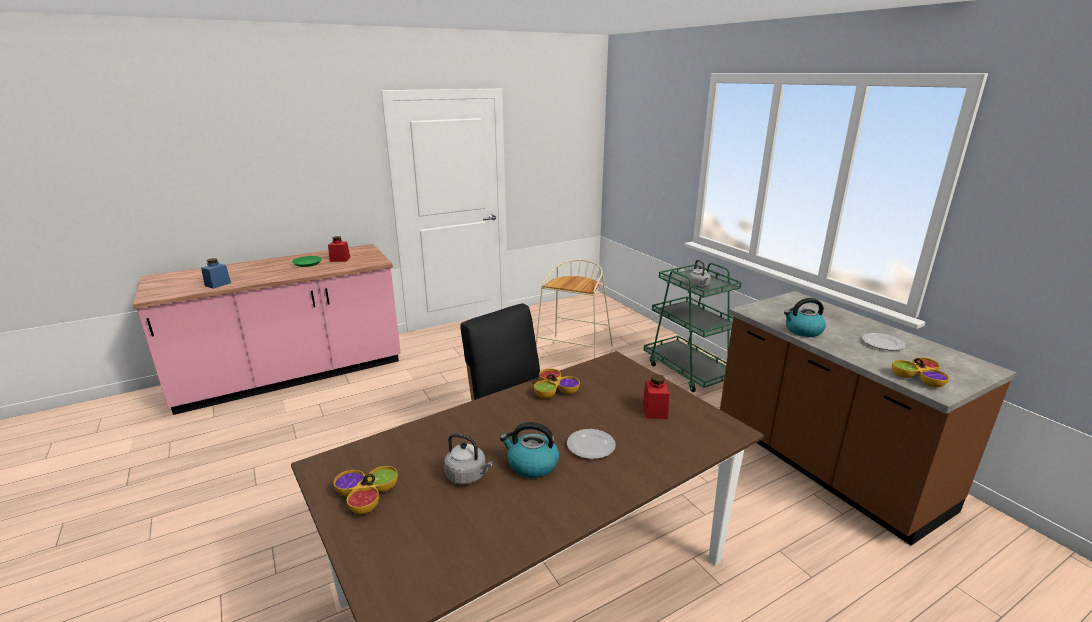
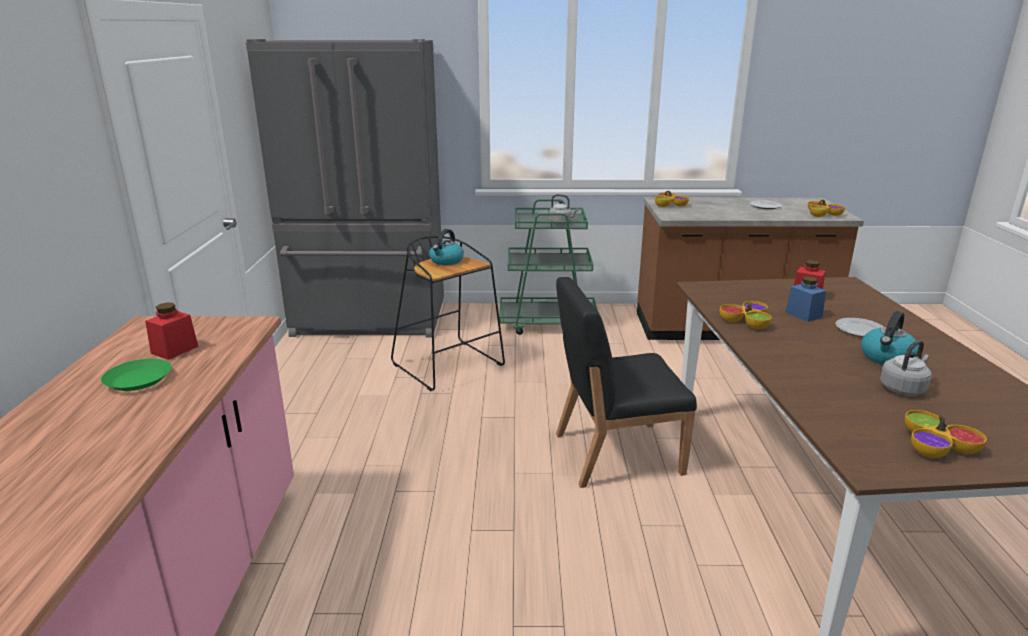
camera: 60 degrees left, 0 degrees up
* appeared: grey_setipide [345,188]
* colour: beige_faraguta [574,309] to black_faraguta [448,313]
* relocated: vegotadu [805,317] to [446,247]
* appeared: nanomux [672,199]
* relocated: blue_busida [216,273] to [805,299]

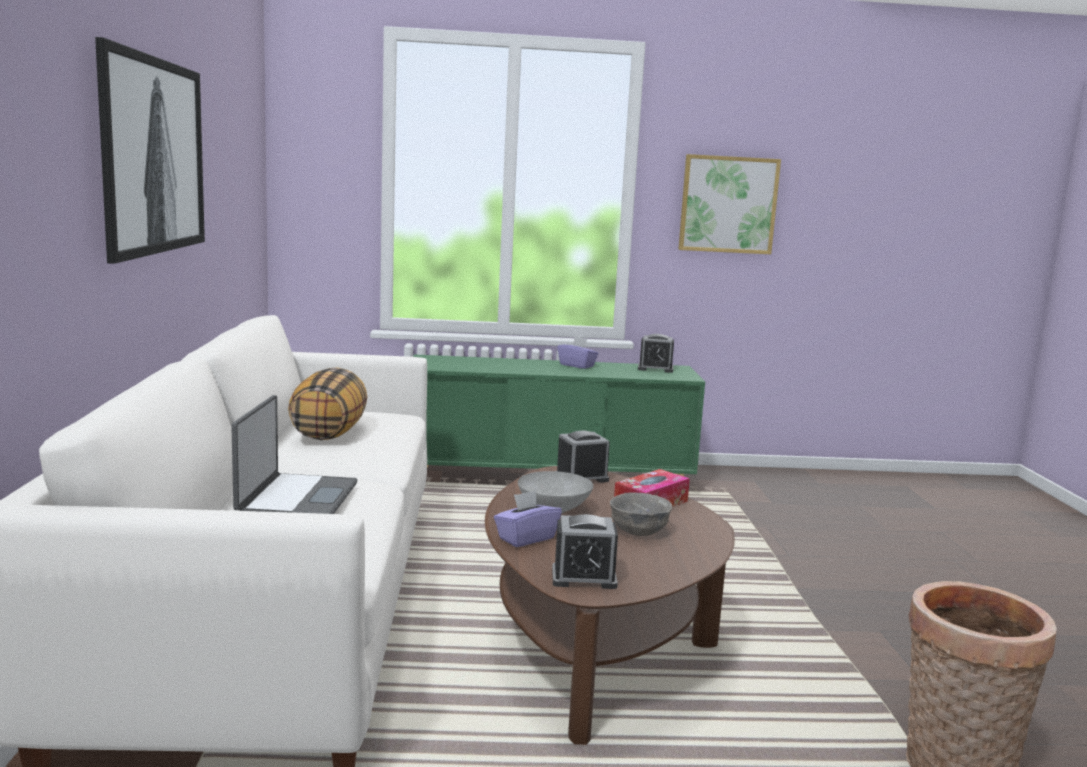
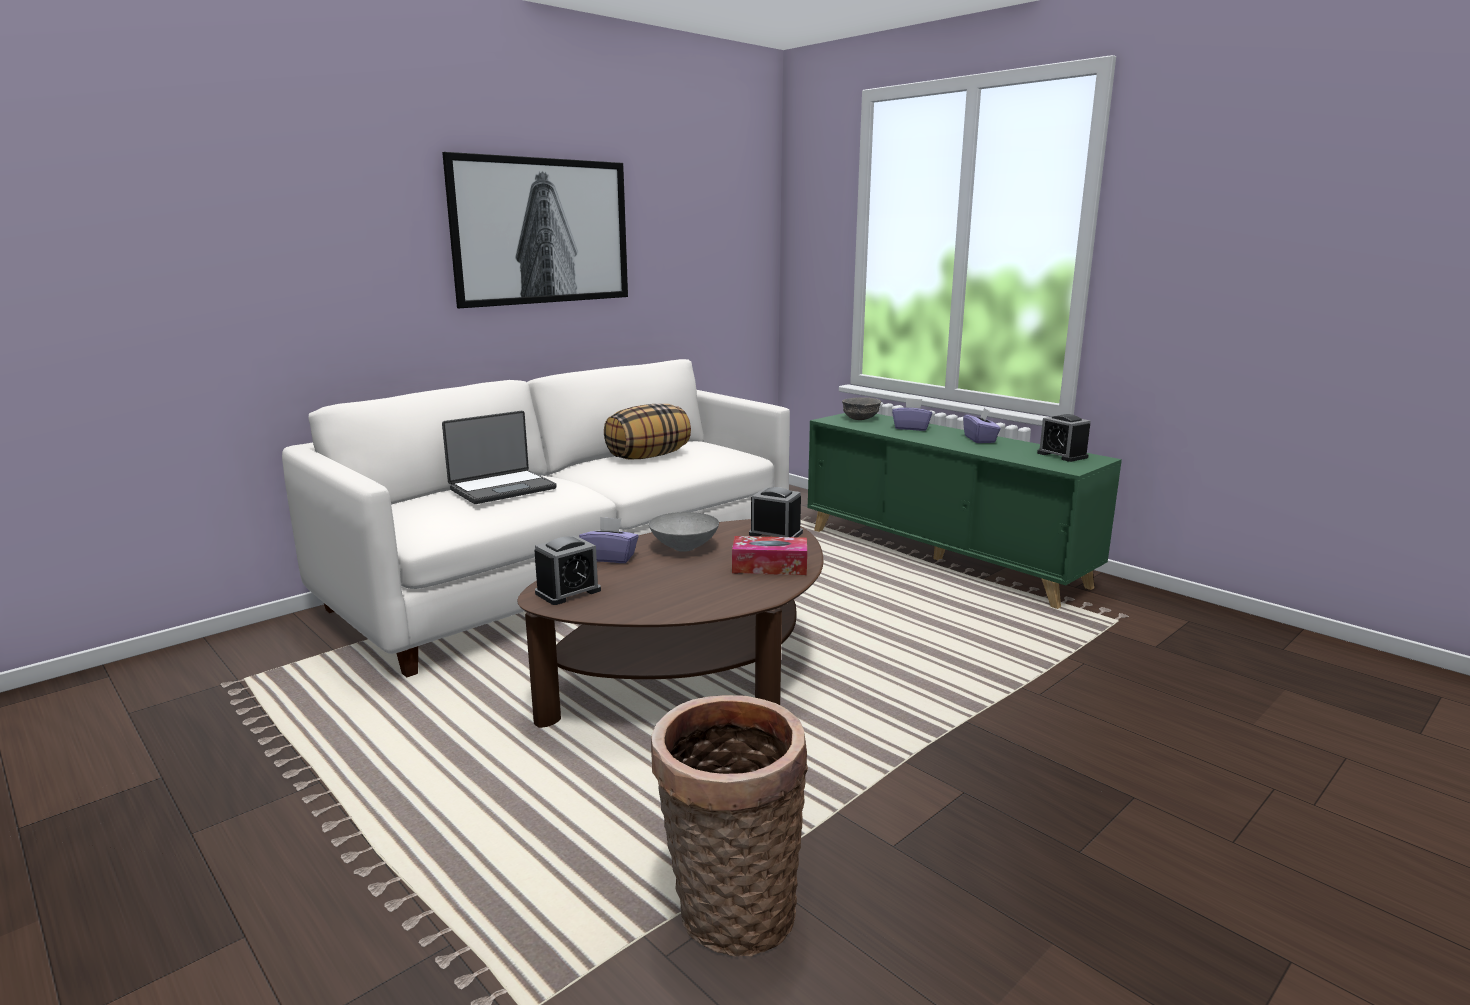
camera: 50 degrees right, 5 degrees up
* spun: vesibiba [585,551] = [567,570] 90 degrees counterclockwise
* relocated: grey_nanomux [641,514] to [861,408]
* appeared: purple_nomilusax [912,414]
* missing: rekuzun [729,204]

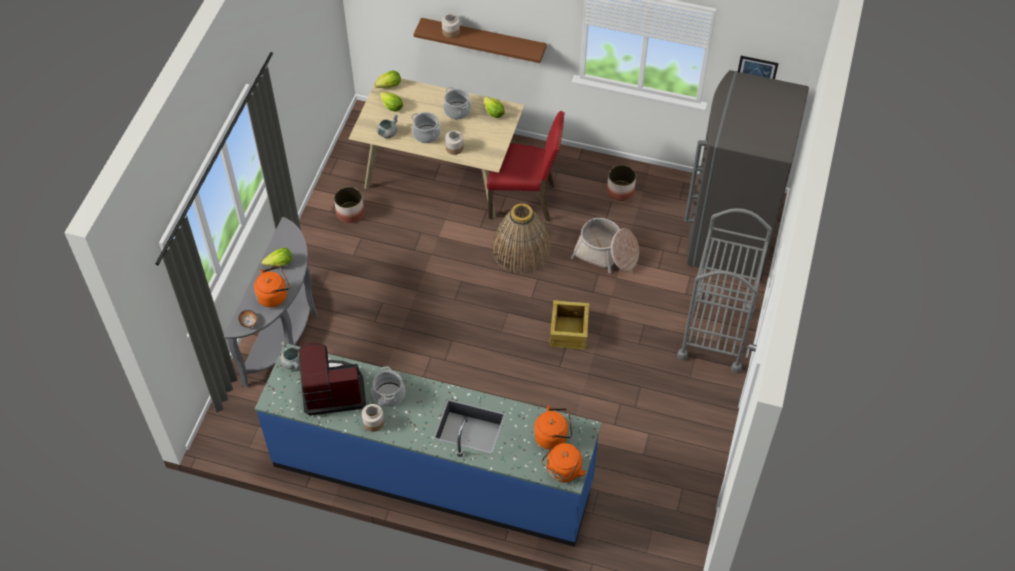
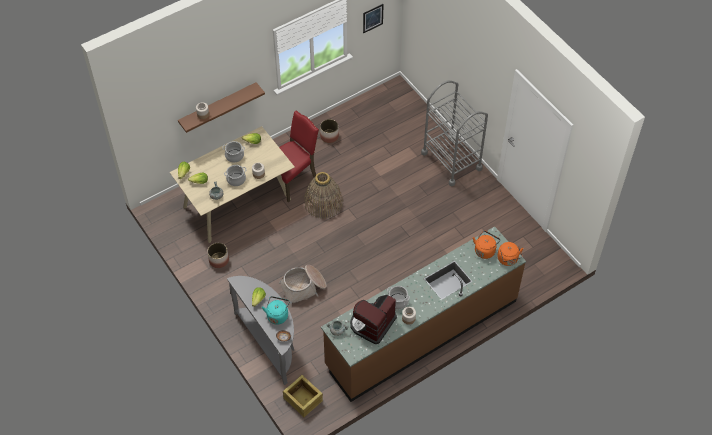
camera: 50 degrees left, 0 degrees up
* colour: orange_vegotadu [272,286] to turquoise_vegotadu [276,310]
* relocated: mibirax [604,246] to [303,286]
* relocated: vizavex [570,325] to [303,396]
* colour: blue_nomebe [428,445] to brown_nomebe [423,314]
* missing: grey_setipide [746,176]

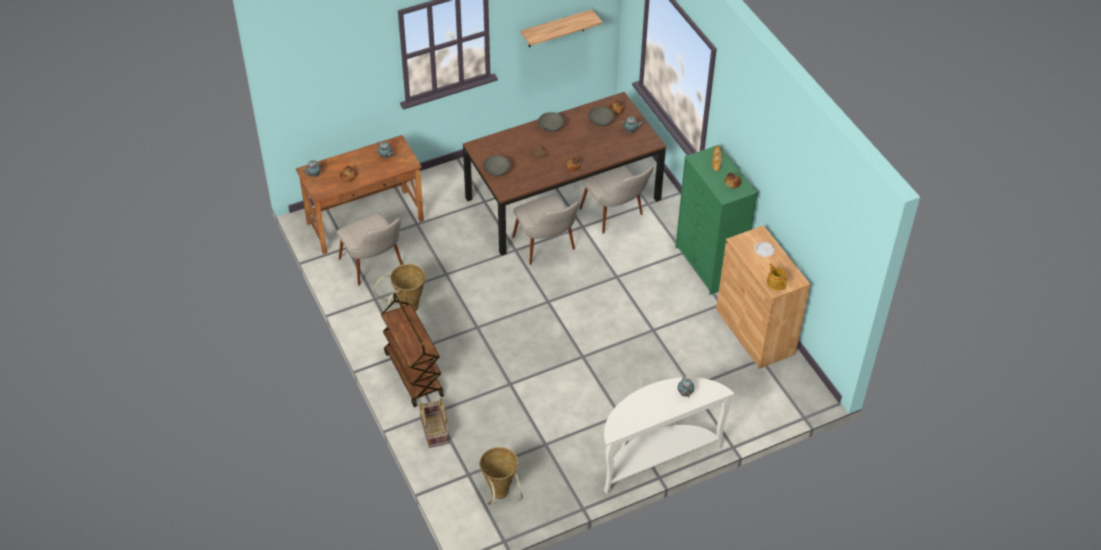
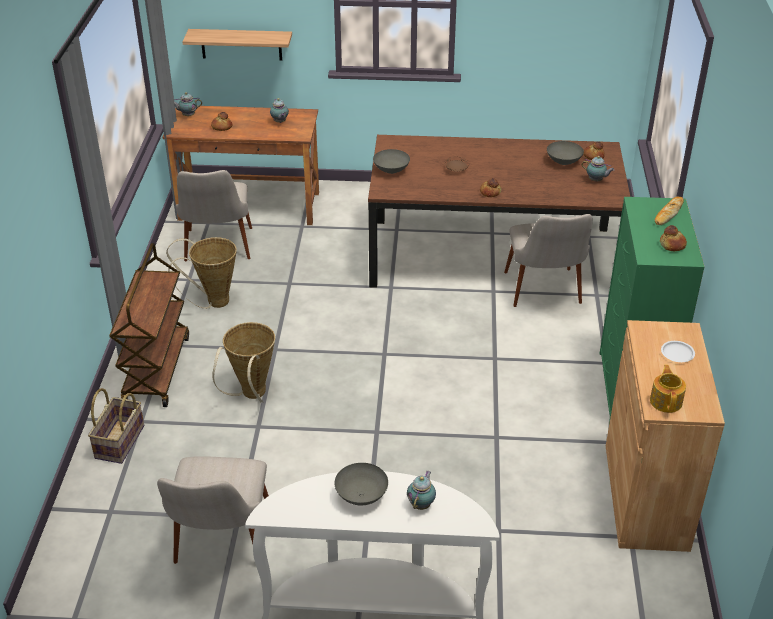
camera: 30 degrees right, 10 degrees down
* relocated: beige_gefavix [546,229] to [213,510]
* relocated: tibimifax [562,28] to [237,45]
* relocated: mibirax [501,476] to [243,362]
* relocated: grey_nanomux [551,122] to [361,484]

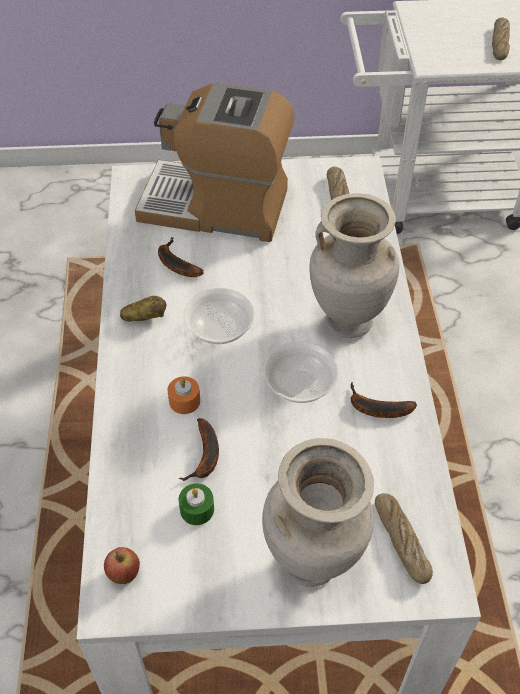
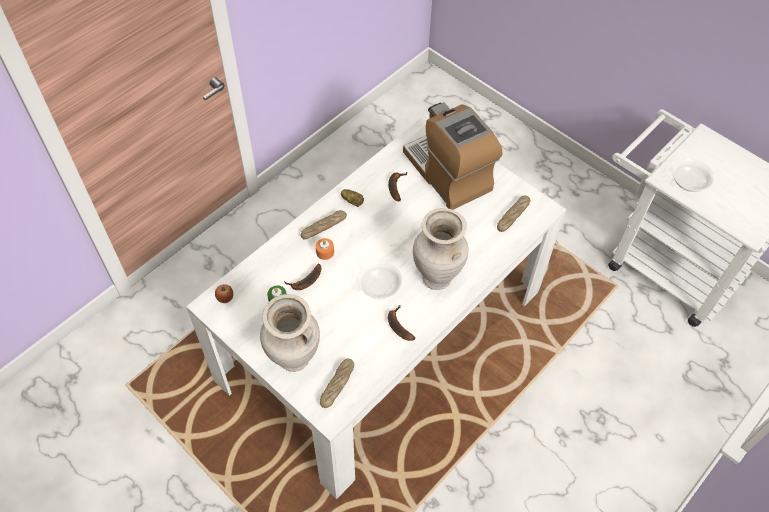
camera: 45 degrees right, 5 degrees up
* relocated: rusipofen [501,38] to [324,224]
* relocated: nanomux [219,316] to [693,175]

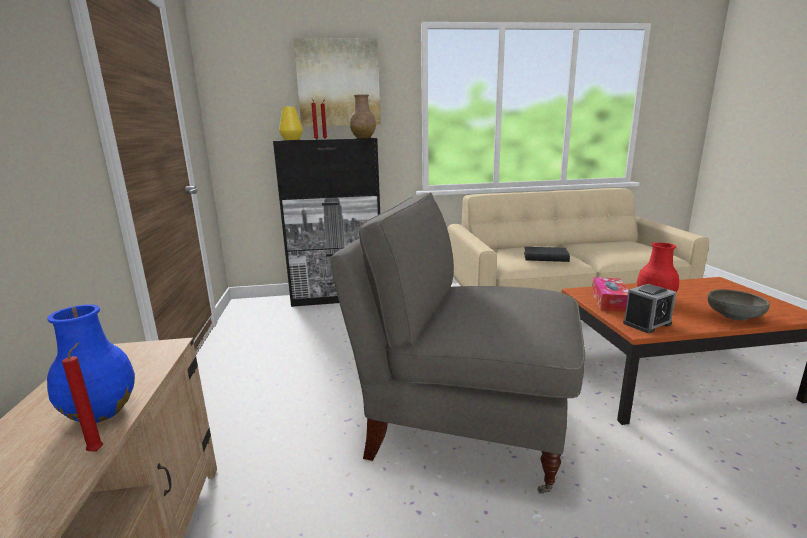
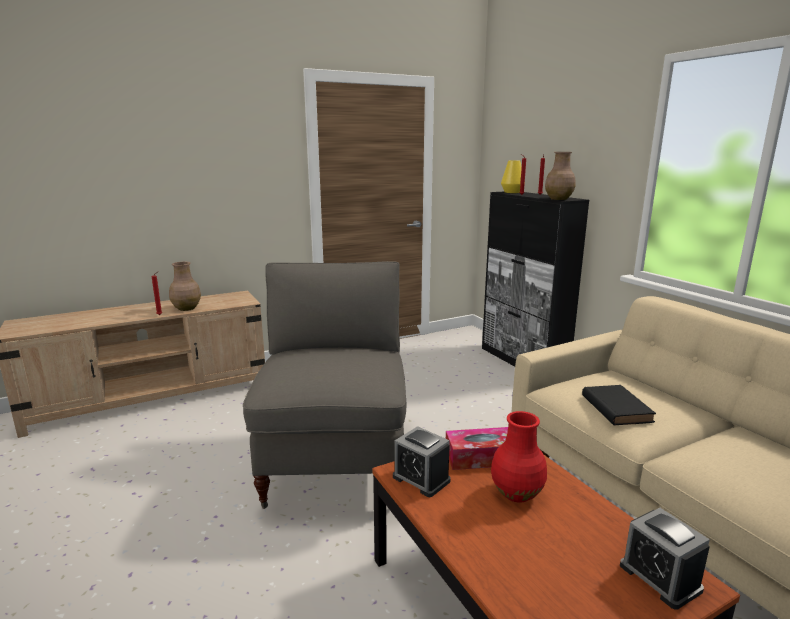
camera: 70 degrees right, 0 degrees up
* colour: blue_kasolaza [91,363] to brown_kasolaza [185,286]
* appeared: vesibiba [665,559]
* missing: rekuzun [337,82]
* missing: grey_nanomux [739,305]

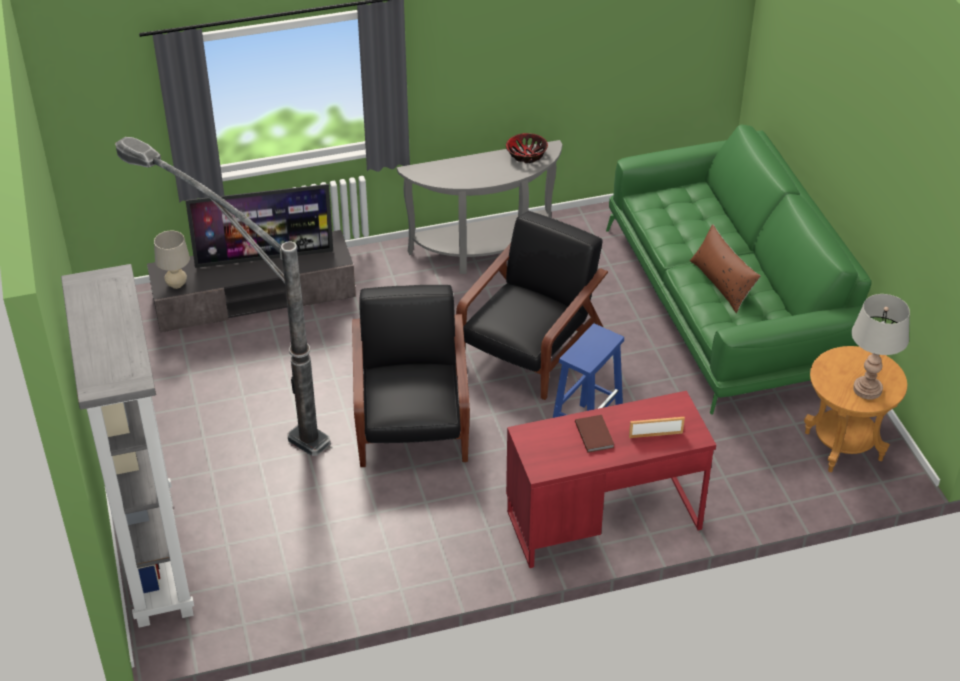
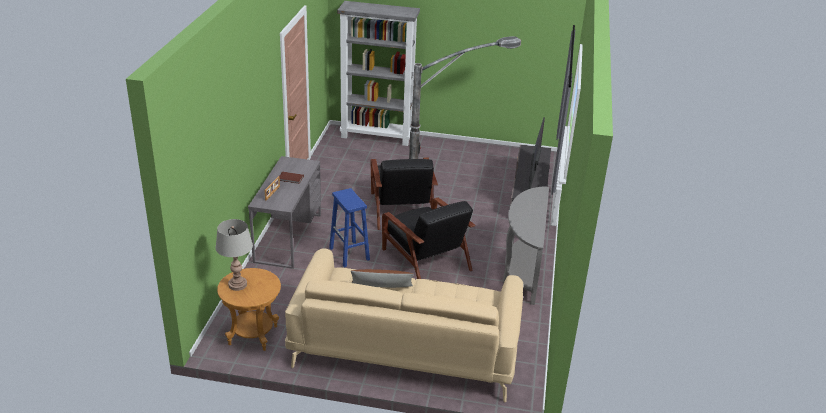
camera: 115 degrees right, 10 degrees down
* colour: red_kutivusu [611,479] to grey_kutivusu [284,212]
* colour: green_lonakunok [739,270] to beige_lonakunok [404,325]
* spun: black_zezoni [411,376] = [404,193] 60 degrees clockwise
* missing: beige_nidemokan [172,260]
* missing: nanomux [527,148]

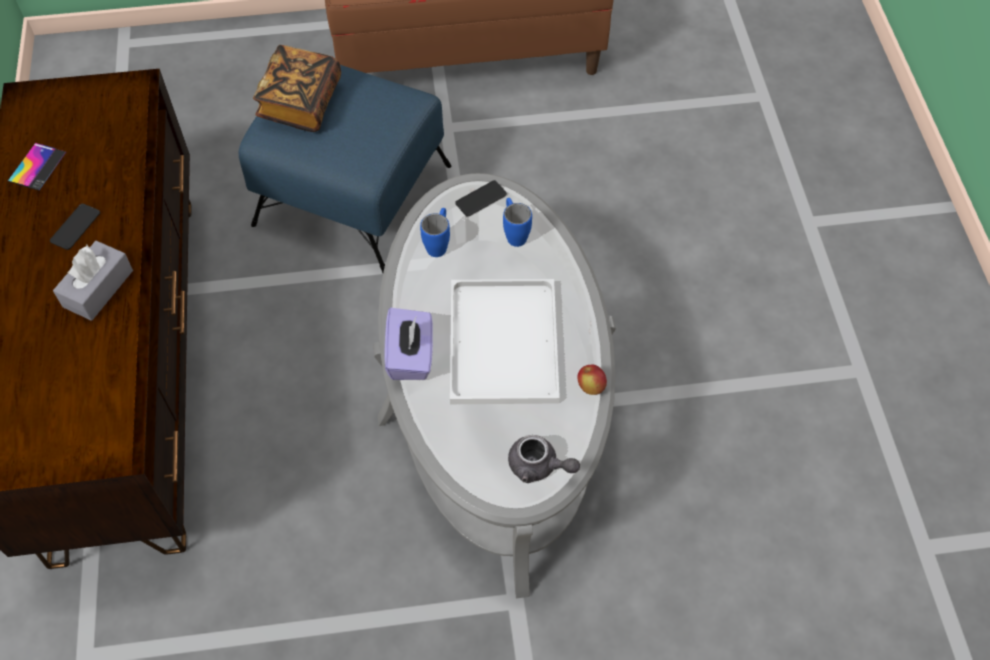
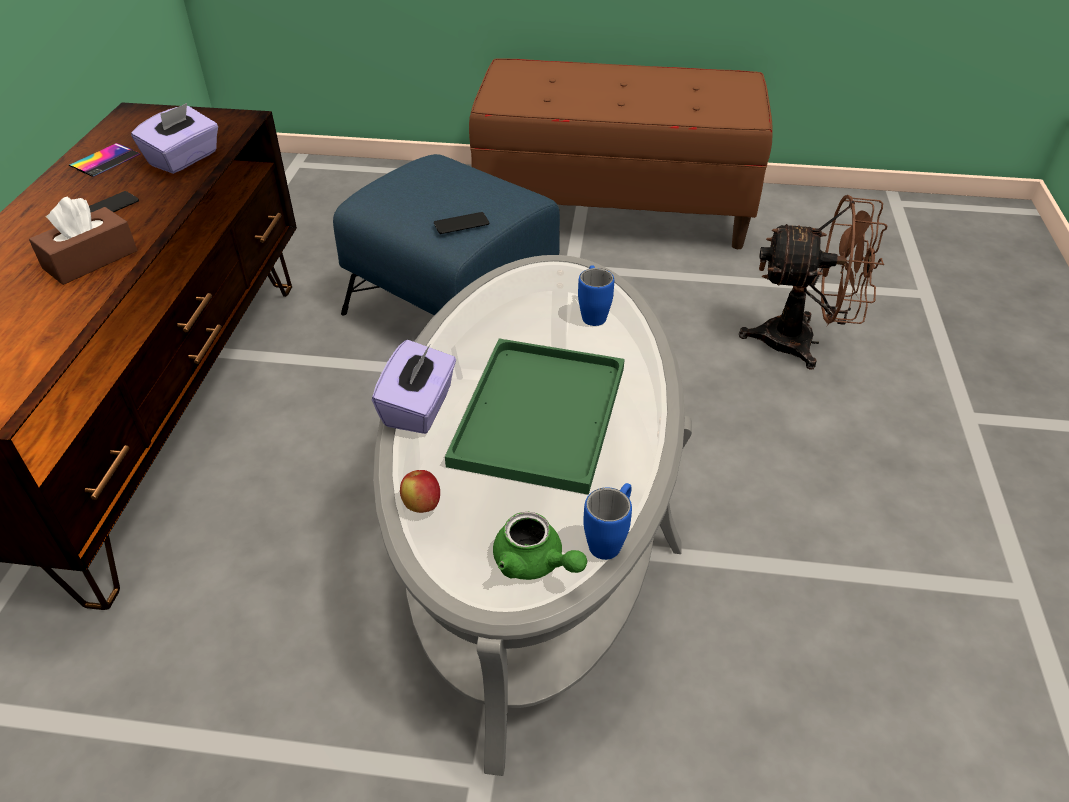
camera: 15 degrees right, 15 degrees down
* colour: grey_nomilusax [93,281] to brown_nomilusax [83,241]
* appeared: purple_nomilusax [174,138]
* relocated: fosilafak [592,380] to [420,491]
* relocated: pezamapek [481,198] to [461,223]
* colour: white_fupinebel [505,341] to green_fupinebel [535,417]
* colour: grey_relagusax [544,459] to green_relagusax [540,546]
* relocated: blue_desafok [435,232] to [607,521]
* appeared: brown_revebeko [813,282]
* missing: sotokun [297,88]

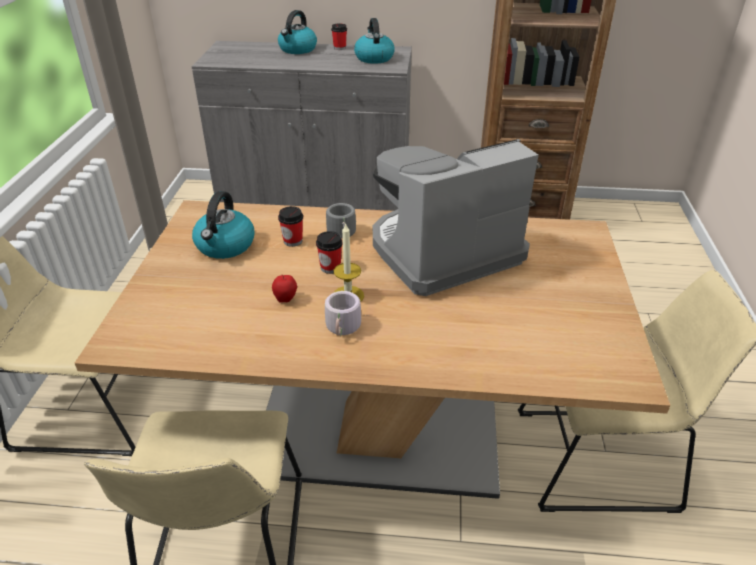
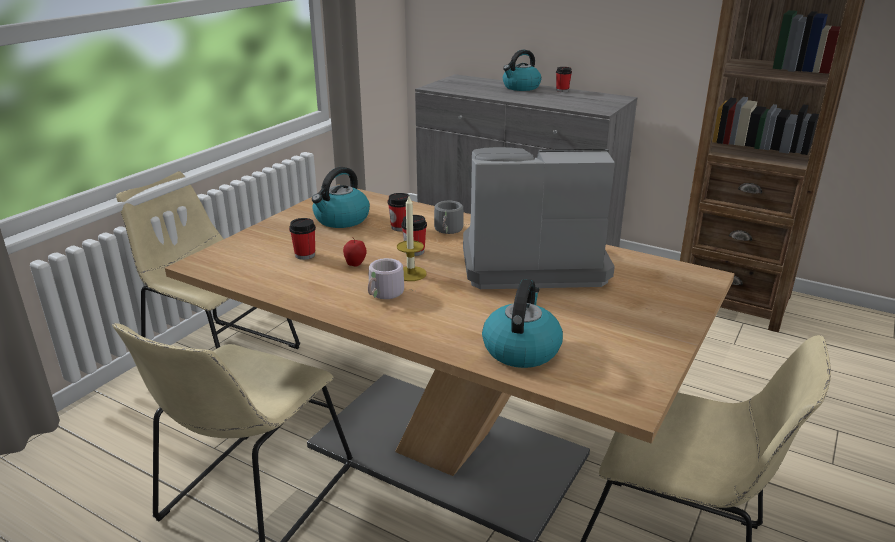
camera: 25 degrees right, 10 degrees down
* appeared: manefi [302,239]
* relocated: vegotadu [374,41] to [522,323]

